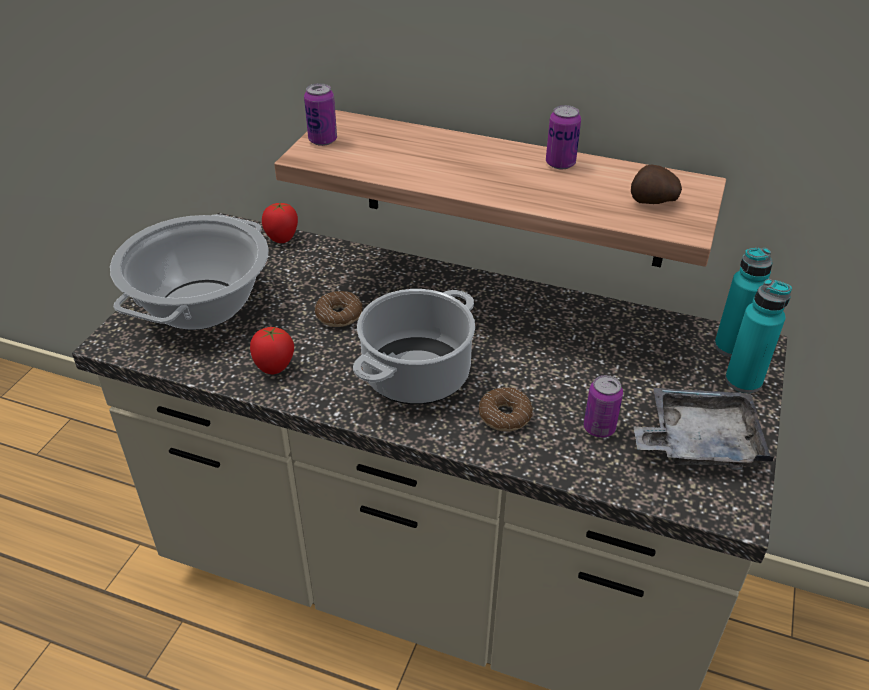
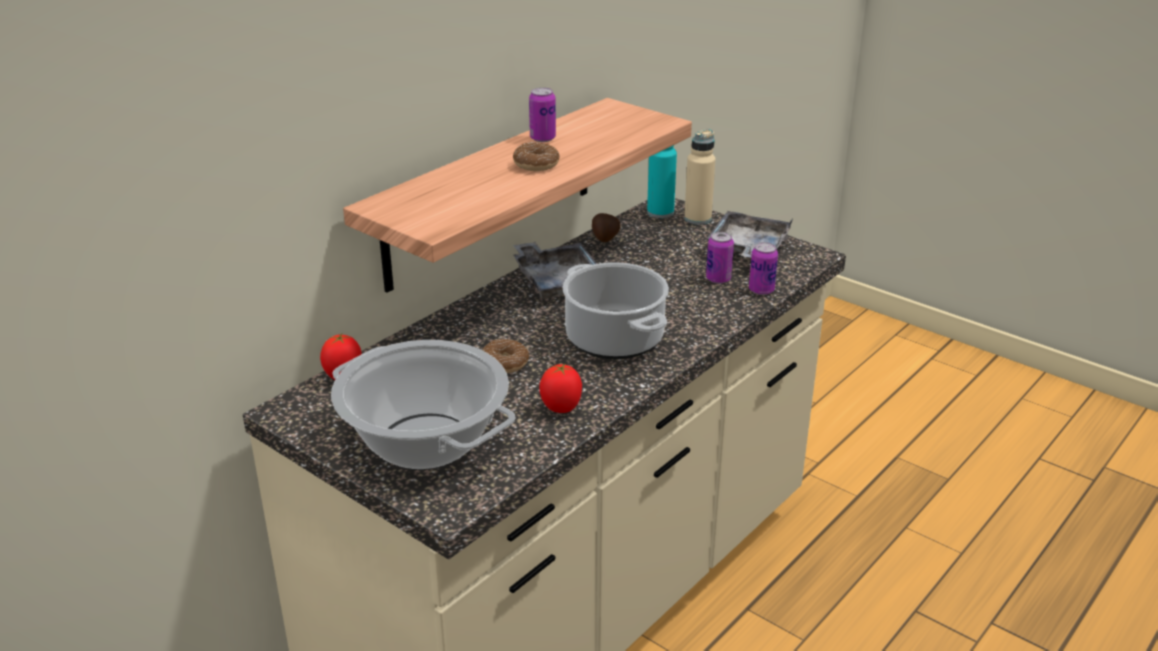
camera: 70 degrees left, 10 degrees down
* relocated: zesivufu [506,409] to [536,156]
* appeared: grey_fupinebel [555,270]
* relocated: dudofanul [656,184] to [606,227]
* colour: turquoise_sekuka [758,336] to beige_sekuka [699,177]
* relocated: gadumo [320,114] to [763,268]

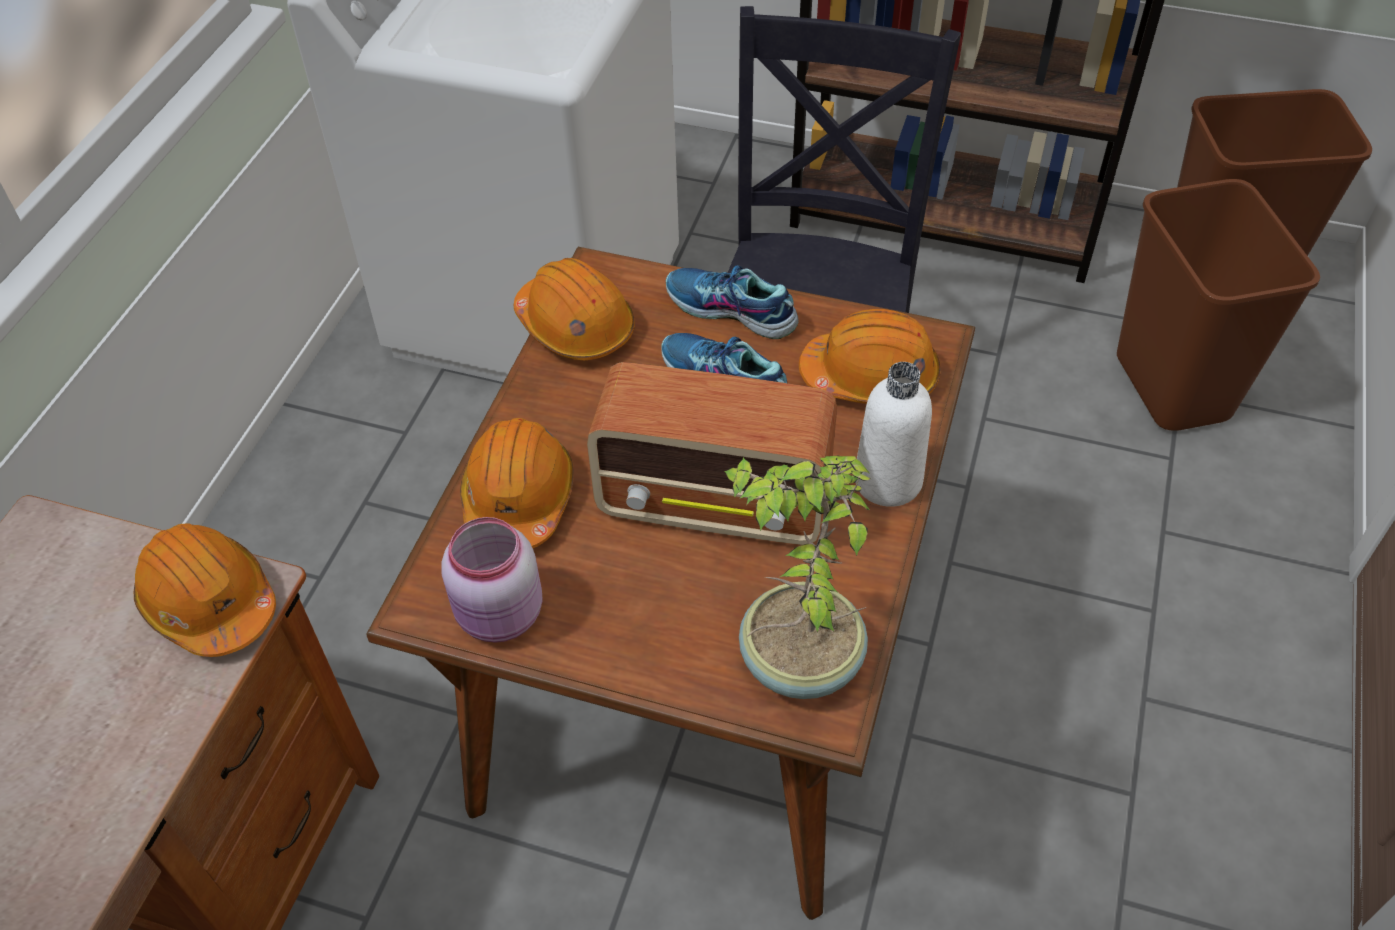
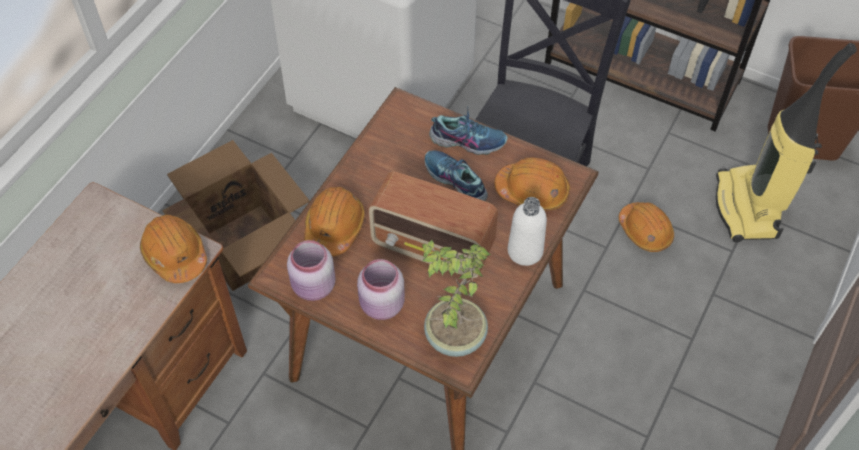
camera: 10 degrees right, 5 degrees up
* appeared: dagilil [236,215]
* appeared: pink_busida [381,289]
* spun: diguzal [732,302] = [468,131] 150 degrees clockwise
* relocated: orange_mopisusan [574,309] to [646,227]
* exchanged: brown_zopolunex [1218,305] to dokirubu [786,142]

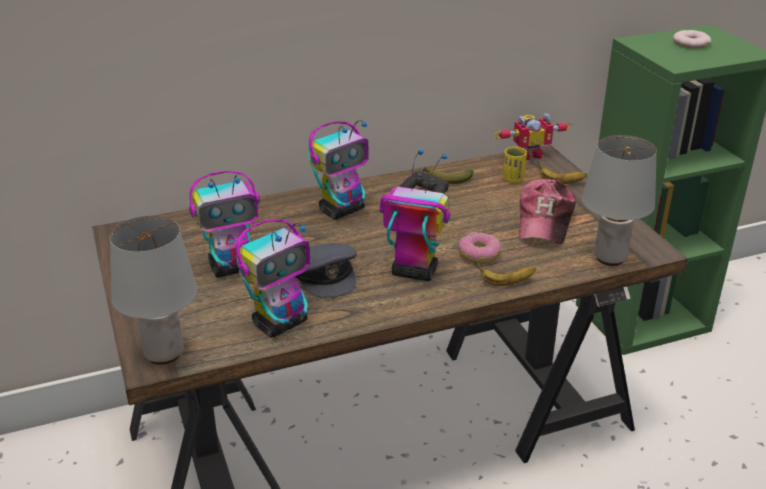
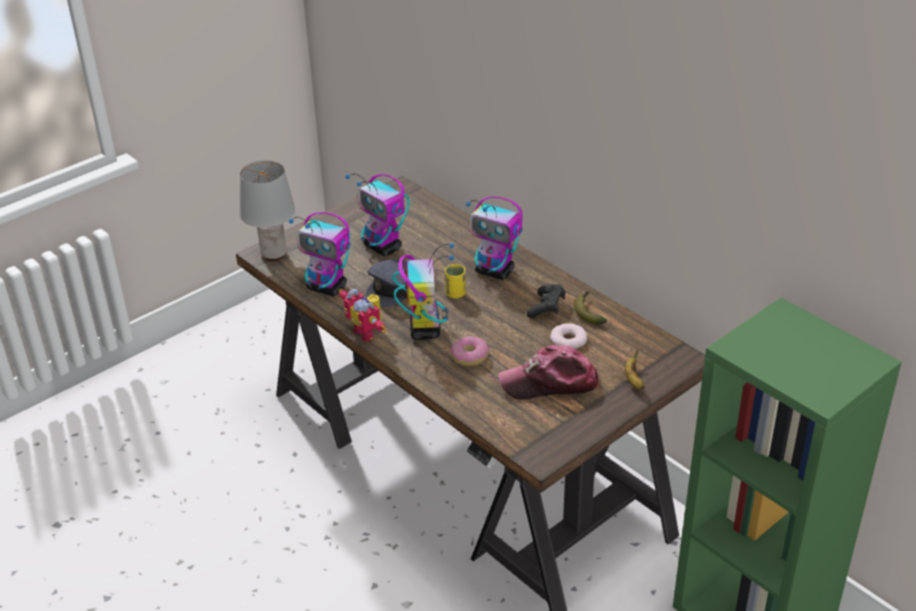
camera: 70 degrees right, 5 degrees up
* relocated: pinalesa [533,137] to [362,315]
* relocated: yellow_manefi [515,165] to [455,281]
* relocated: zesivufu [692,39] to [568,336]
* missing: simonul [505,274]
* missing: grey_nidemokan [619,200]

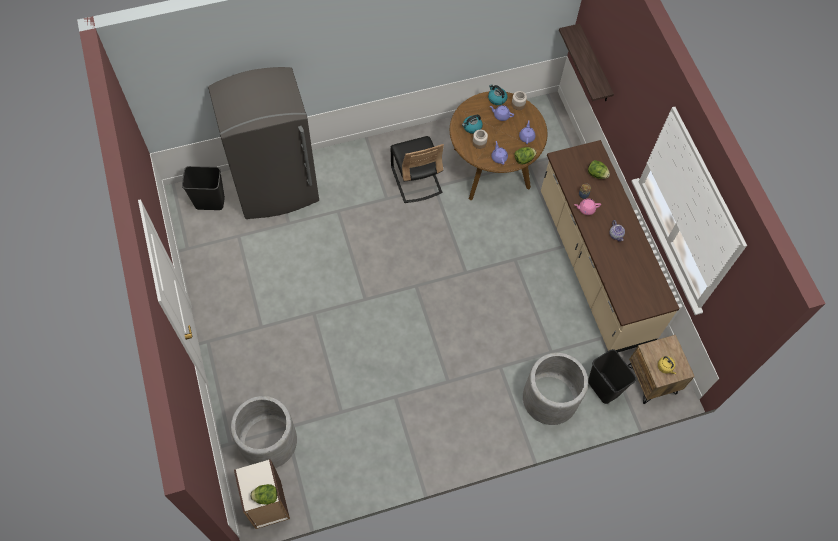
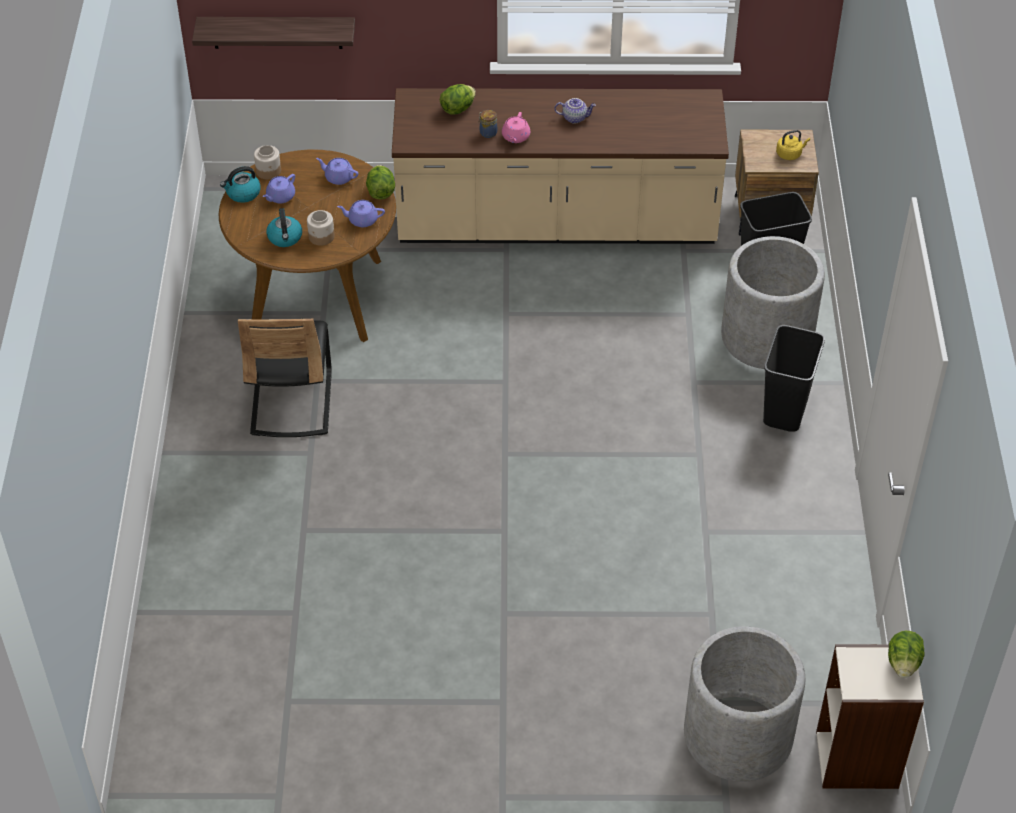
camera: 70 degrees left, 15 degrees down
* spun: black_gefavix [417,169] = [285,378] 90 degrees clockwise
* relocated: black_zopolunex [203,188] to [794,378]
* missing: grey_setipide [263,143]

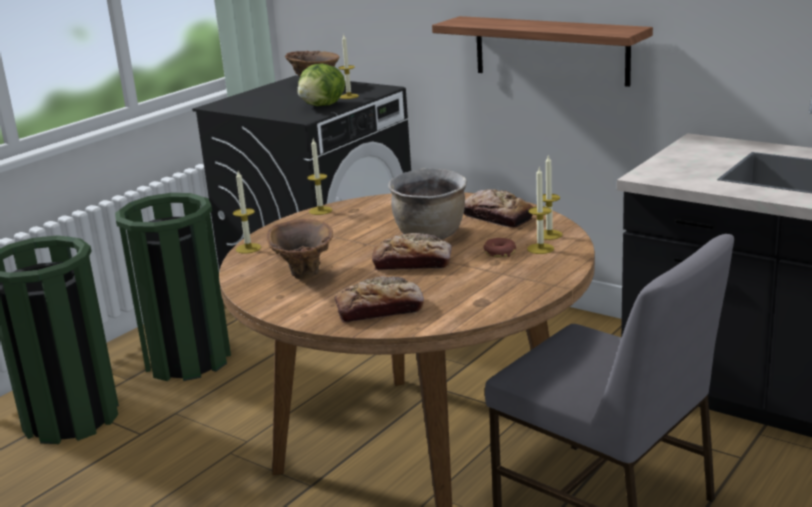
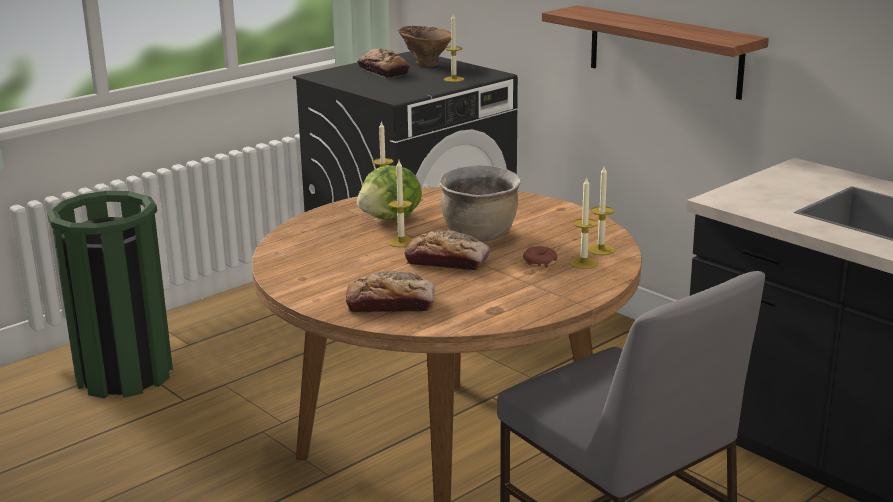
camera: 10 degrees right, 0 degrees up
* relocated: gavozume [321,85] to [389,192]
* relocated: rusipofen [498,208] to [384,63]
* relocated: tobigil [247,212] to [400,203]
* missing: green_zopolunex [173,287]
* missing: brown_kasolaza [299,249]

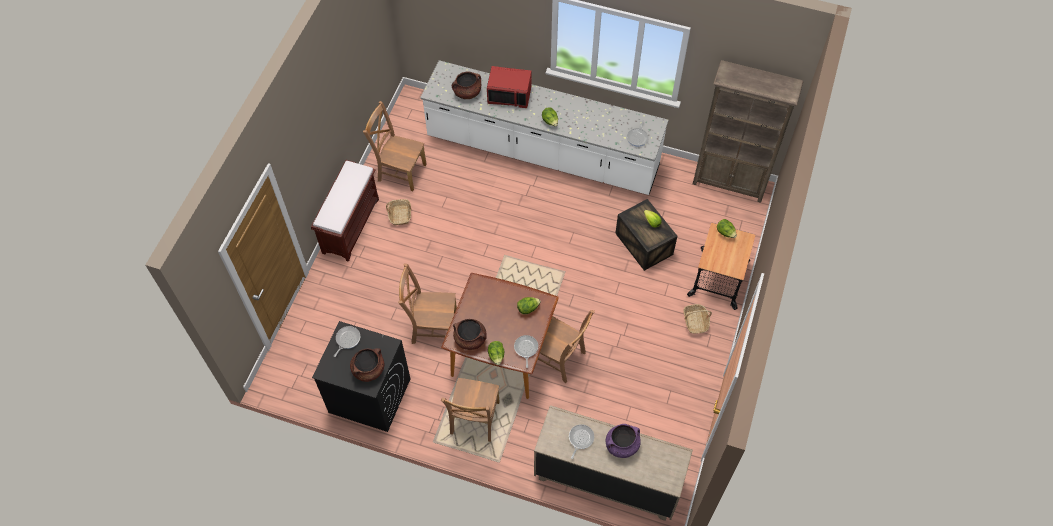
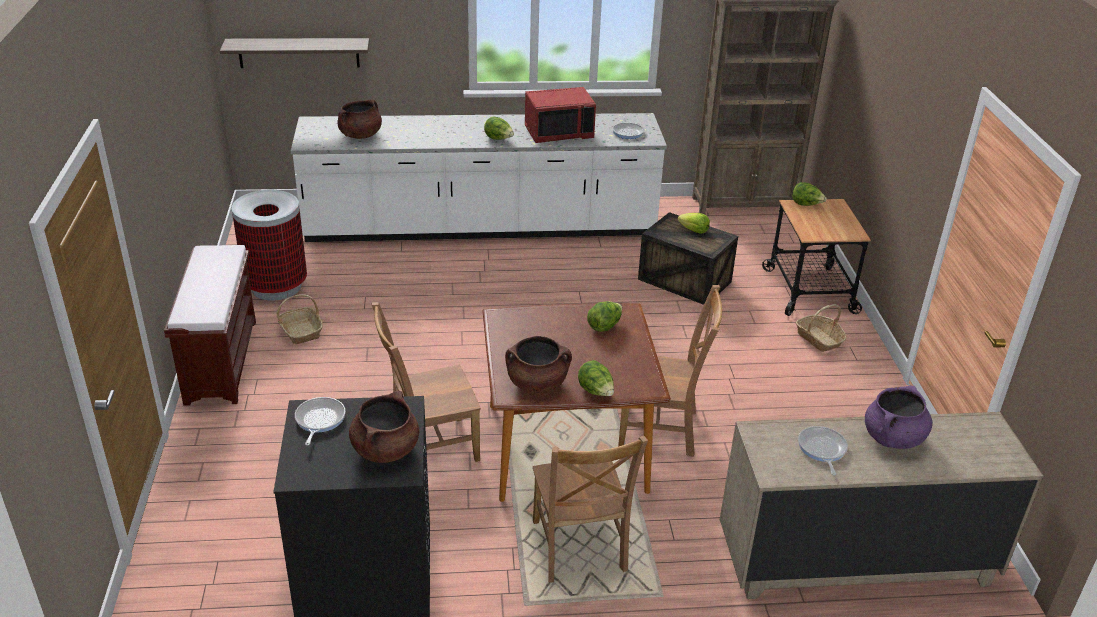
camera: 25 degrees left, 25 degrees down
* appeared: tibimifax [294,53]
* exchanged: brown_gefavix [395,146] to zopolunex [269,245]
* relocated: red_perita [509,87] to [560,115]
* missing: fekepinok [526,351]

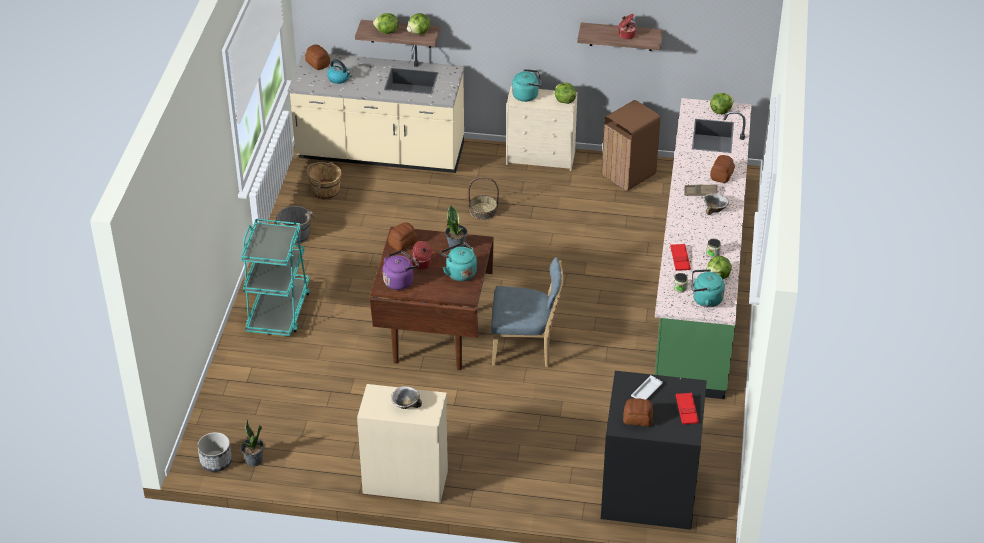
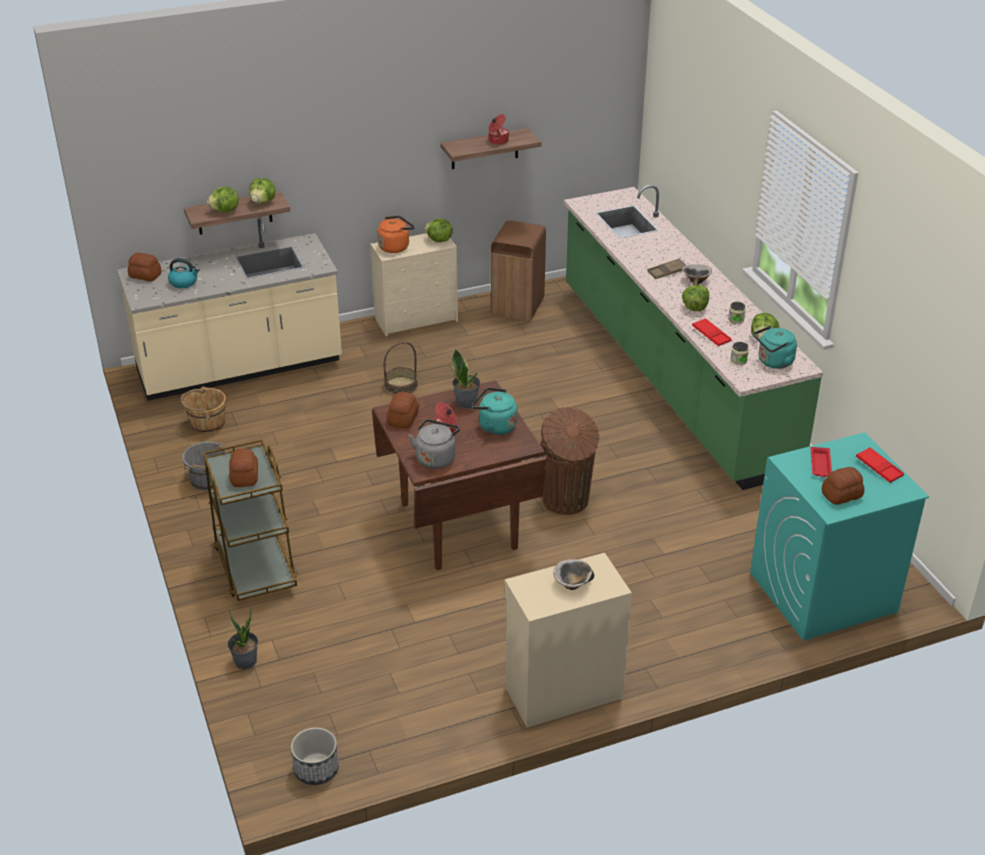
camera: 30 degrees left, 5 degrees down
* colour: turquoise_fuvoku [275,277] to brown_fuvoku [250,520]
* relocated: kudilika [252,443] to [243,638]
* relocated: rusipofen [722,169] to [243,467]
* colour: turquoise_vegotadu [527,85] to orange_vegotadu [396,234]
* colour: purple_vegotadu [401,270] to grey_vegotadu [434,444]
* exchanged: blue_gefavix [527,312] to brown_zopolunex [570,461]
* relocated: gavozume [721,103] to [695,298]
* colour: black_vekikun [654,450] to turquoise_vekikun [839,536]
* colour: white_fupinebel [647,387] to red_fupinebel [821,462]

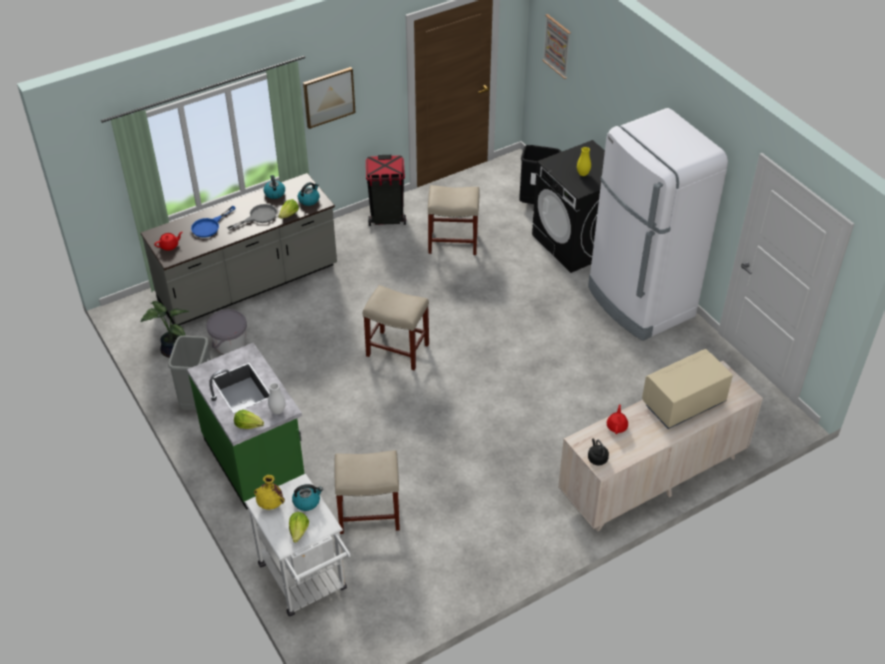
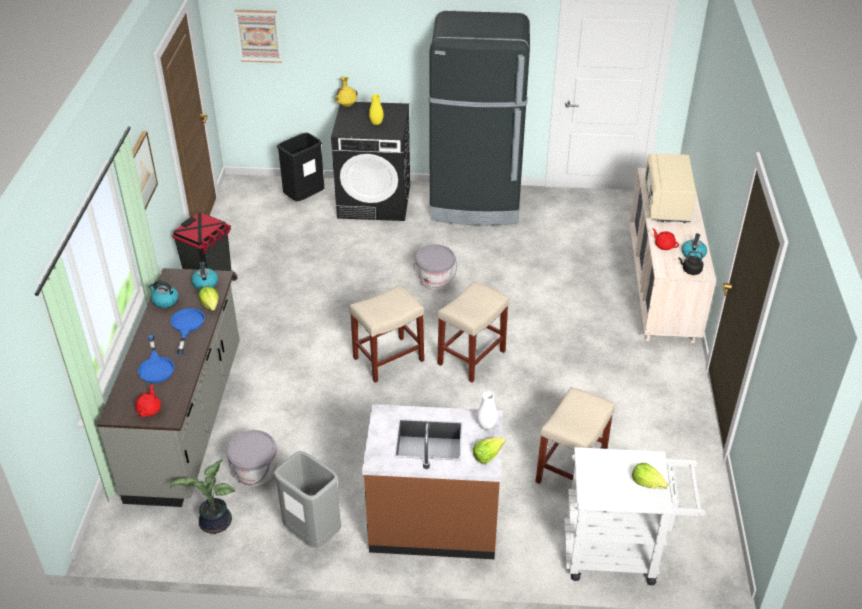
camera: 55 degrees left, 5 degrees down
* colour: grey_fekepinok [252,217] to blue_fekepinok [188,331]
* relocated: yellow_kasolaza [269,492] to [346,92]
* colour: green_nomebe [246,426] to brown_nomebe [432,481]
* appeared: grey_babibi [435,267]
* colour: white_setipide [658,224] to black_setipide [479,118]
* relocated: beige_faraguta [454,220] to [473,331]
* relocated: vegotadu [307,497] to [694,246]

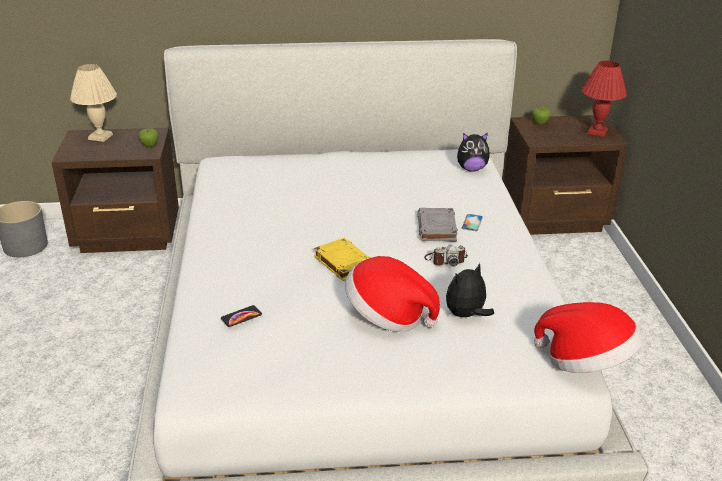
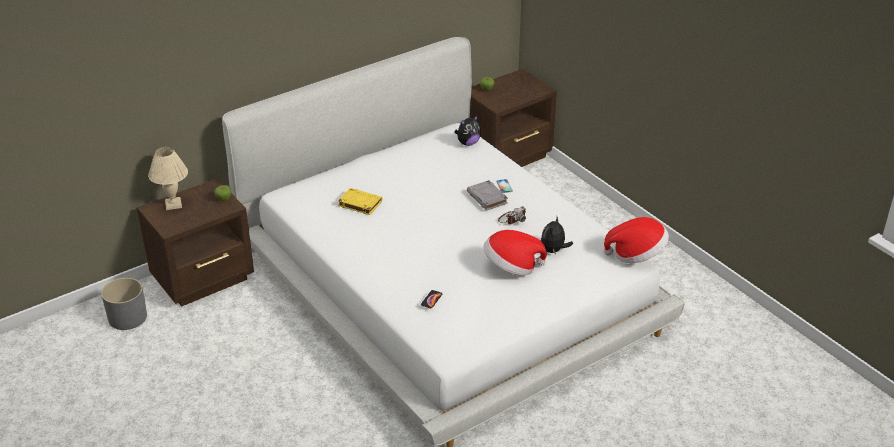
camera: 30 degrees left, 5 degrees up
* relocated: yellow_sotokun [342,259] to [360,201]
* missing: red_nidemokan [604,99]

